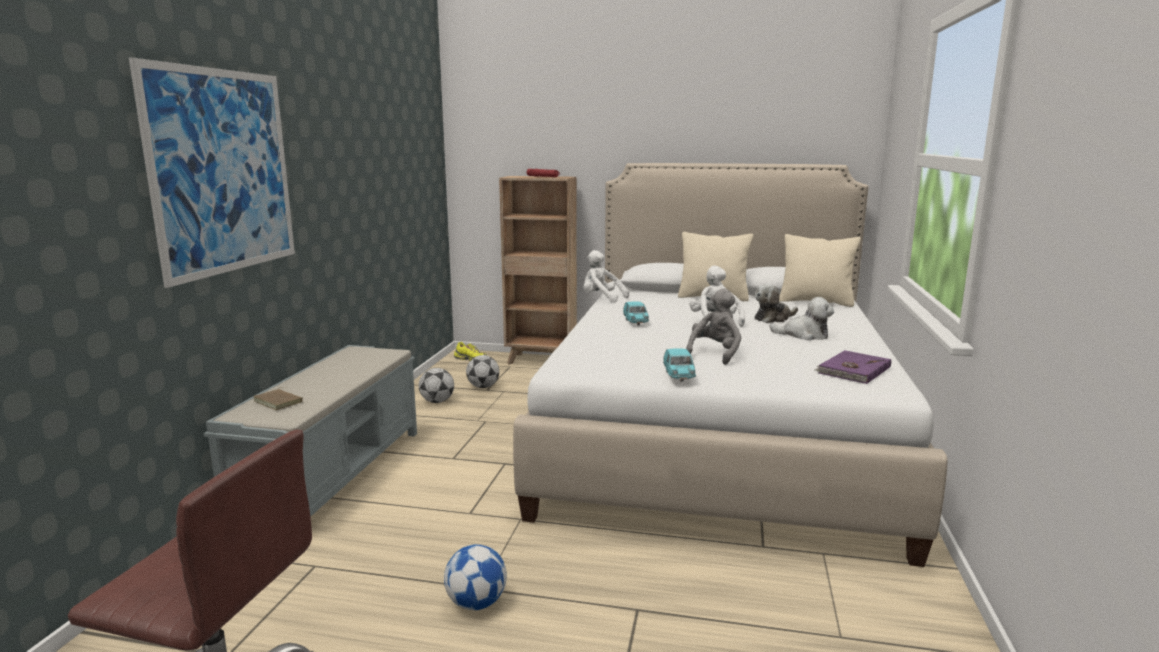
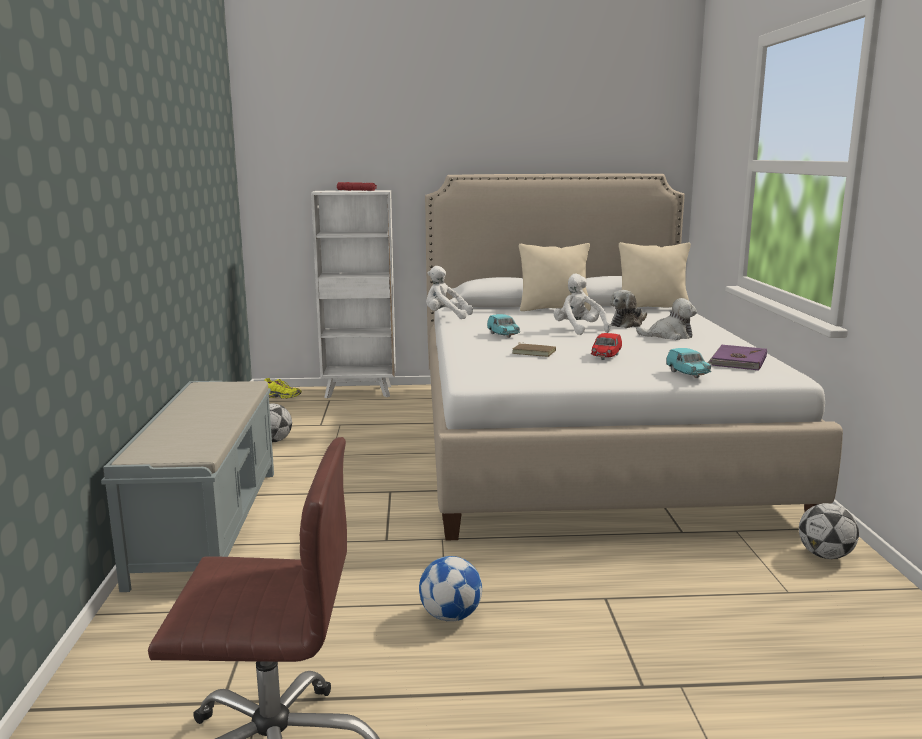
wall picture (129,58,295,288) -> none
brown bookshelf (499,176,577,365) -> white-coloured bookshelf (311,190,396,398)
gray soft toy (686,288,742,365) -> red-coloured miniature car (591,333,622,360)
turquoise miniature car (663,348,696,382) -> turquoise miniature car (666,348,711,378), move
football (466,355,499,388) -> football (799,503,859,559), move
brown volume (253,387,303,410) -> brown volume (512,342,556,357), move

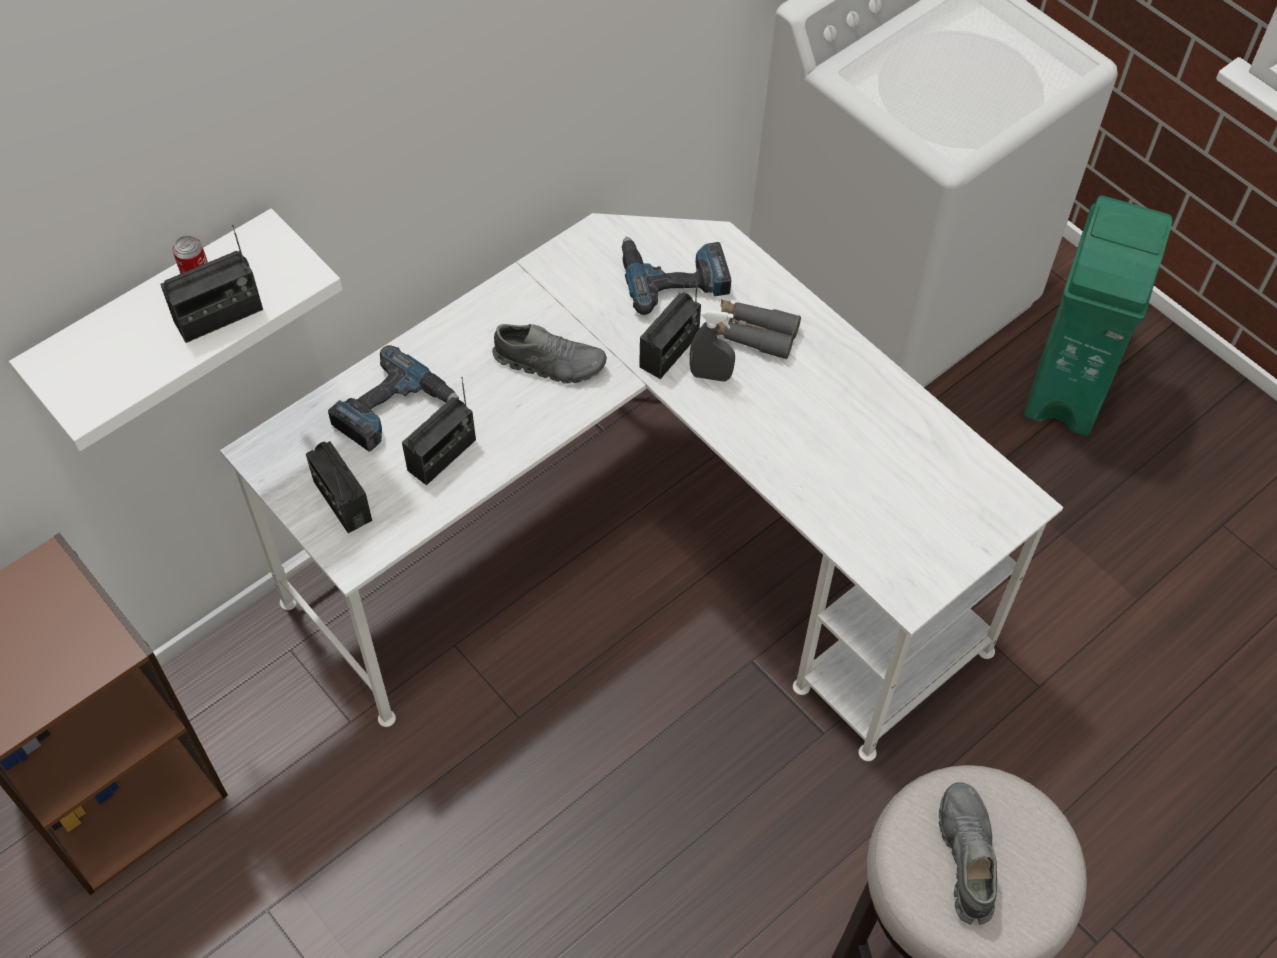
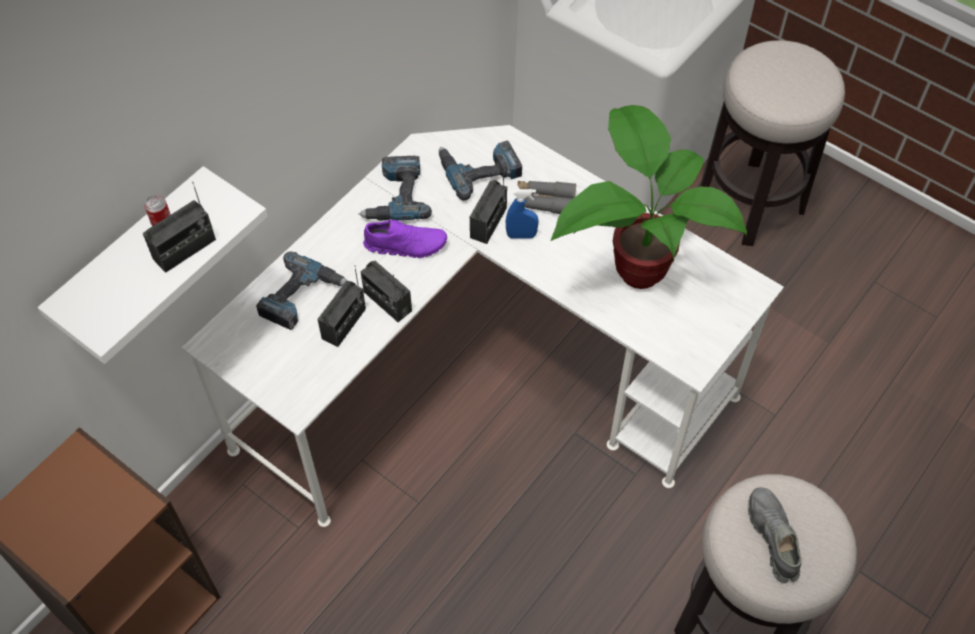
green waste bin (1024,196,1173,436) -> stool (700,40,845,246)
gray spray bottle (689,310,735,381) -> bluish spray bottle (506,189,539,239)
gray item of footwear (492,324,607,384) -> purplish item of footwear (363,220,447,258)
radio (306,441,372,533) -> radio (361,261,412,322), move
none -> plant in a pot (551,105,747,289)
none -> power drill (358,156,432,220)

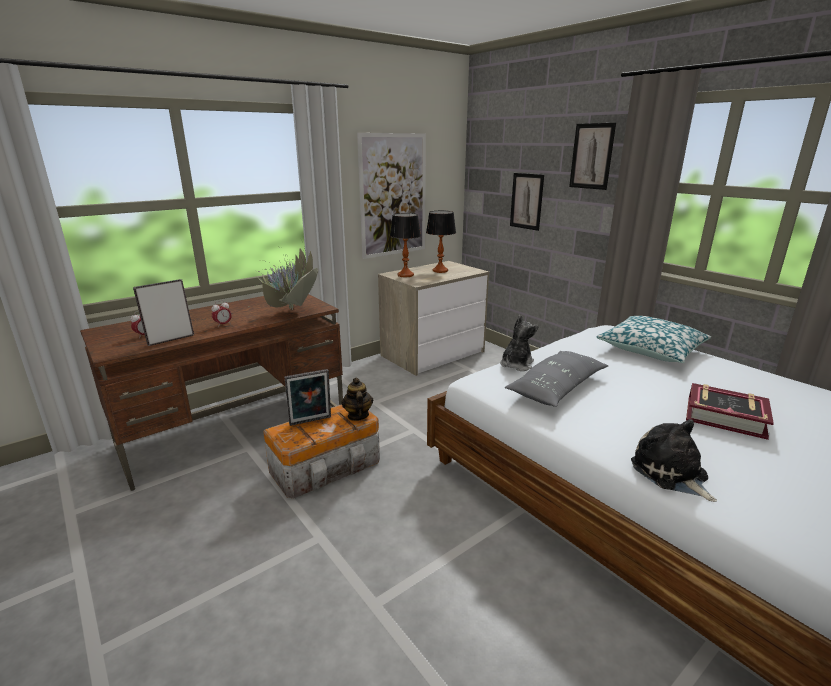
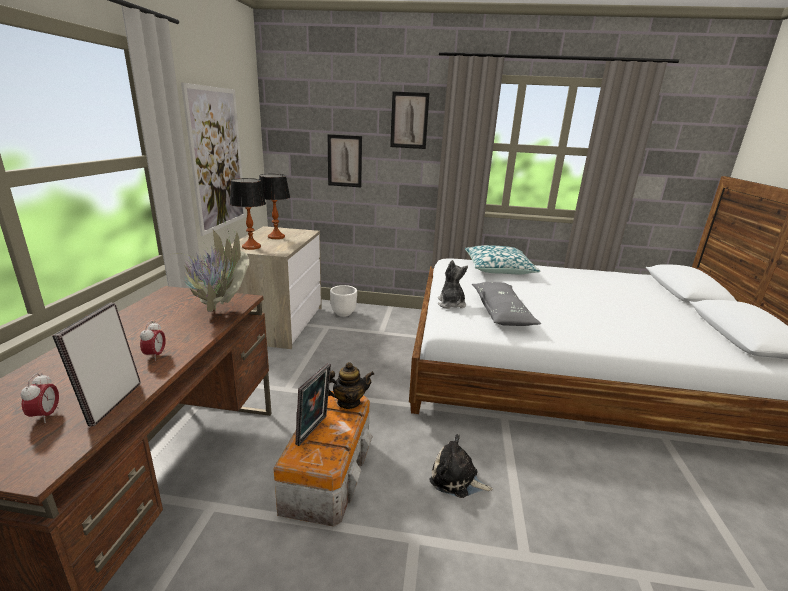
teapot (341,378,373,421) -> teapot (328,362,374,409), 135 degrees clockwise
volume (686,383,774,440) -> none
soft toy (631,419,717,502) -> soft toy (430,434,493,498), move
none -> white-coloured flower pot (330,285,357,317)

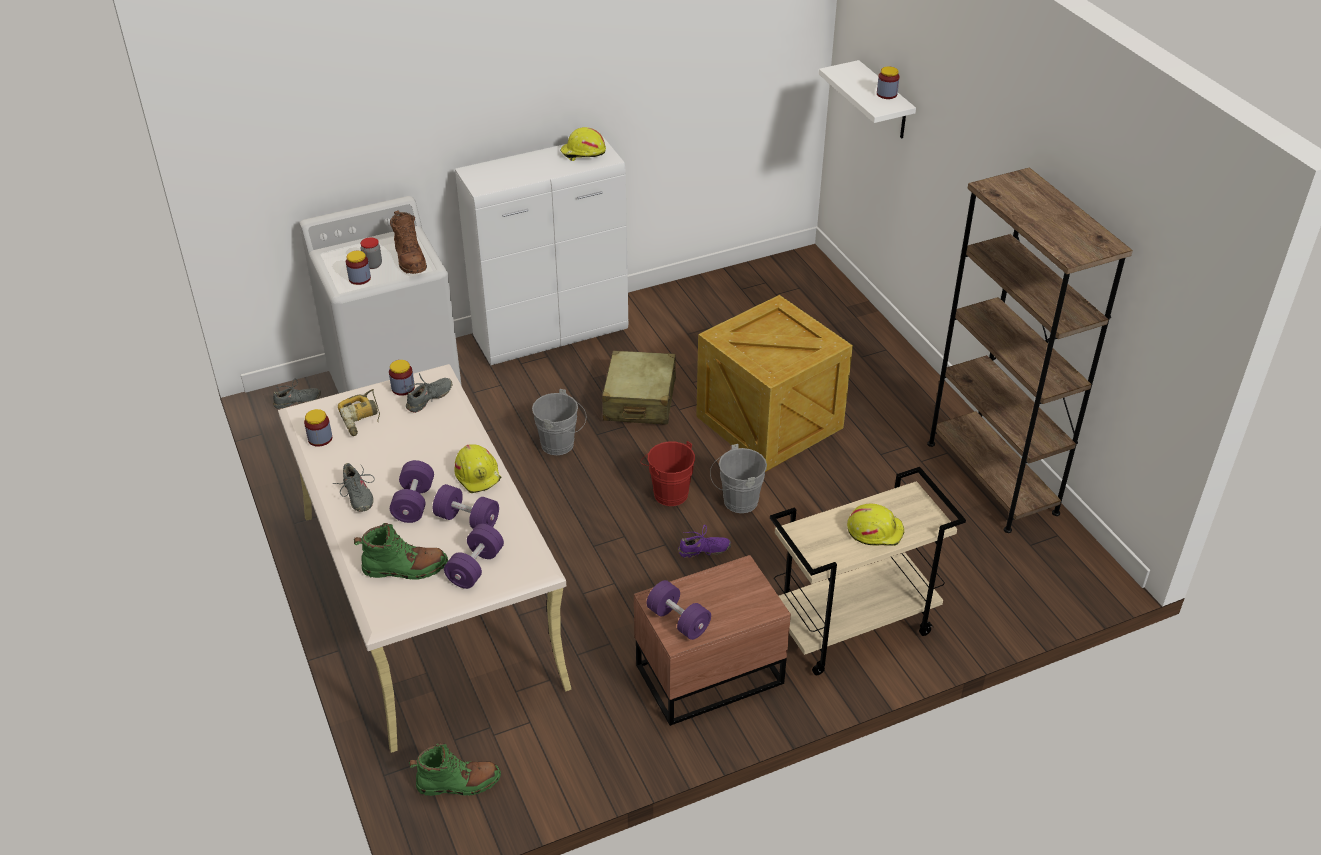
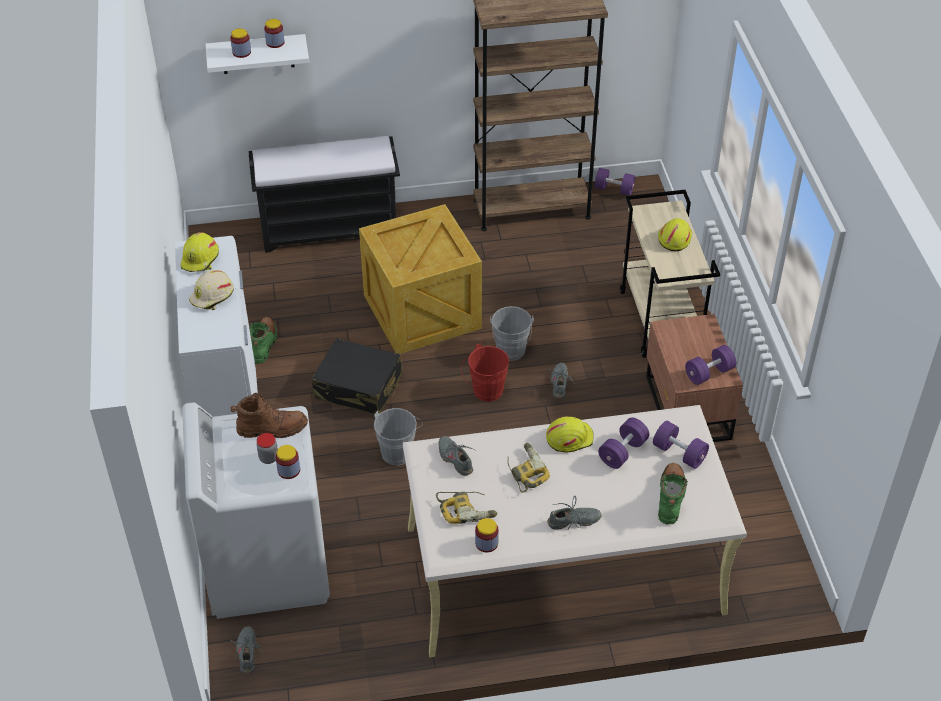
beige travel case (602,351,676,424) -> black travel case (311,338,403,414)
storage jar (389,360,415,396) -> storage jar (230,28,251,58), move
purplish hand weight (390,460,434,523) -> purplish hand weight (595,168,635,196), move
purplish item of footwear (678,524,731,558) -> gray item of footwear (547,363,575,399)
green tall boot (409,743,501,796) -> green tall boot (249,317,277,364), move
none -> black bench (249,136,400,253)
none -> beige work helmet (189,270,234,310)
none -> power drill (508,443,550,493)

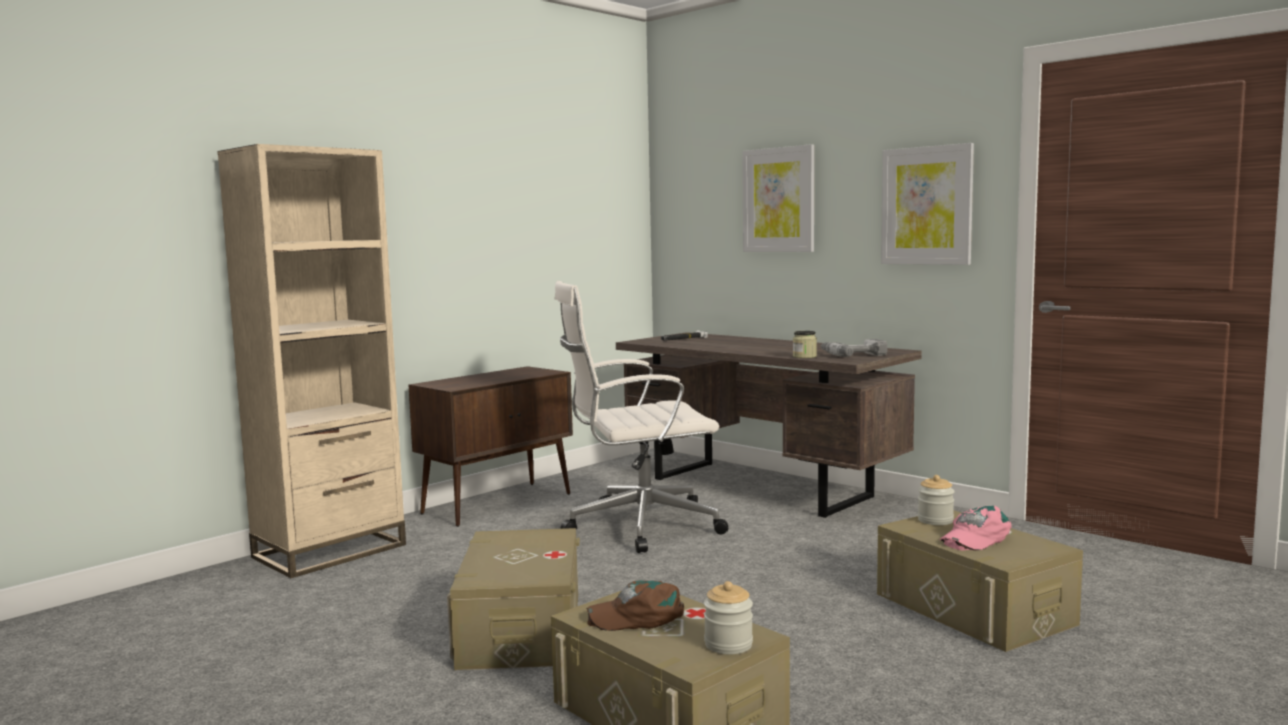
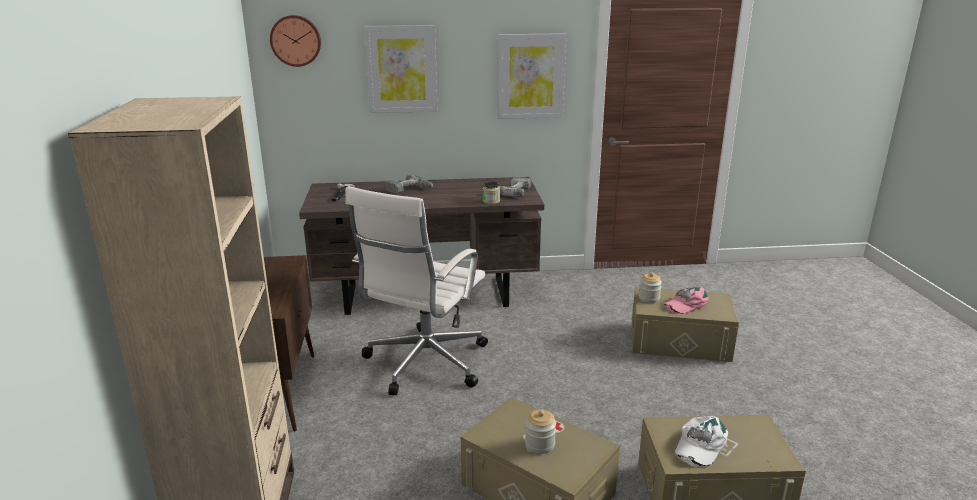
pink baseball cap (940,506,1012,551) -> pink baseball cap (664,287,709,314), 60 degrees clockwise
brown baseball cap (587,580,684,631) -> white-coloured baseball cap (675,416,728,467)
storage jar (704,581,753,654) -> storage jar (525,409,556,454), move
none -> clock on the wall (270,15,321,67)
none -> power drill (385,175,433,194)

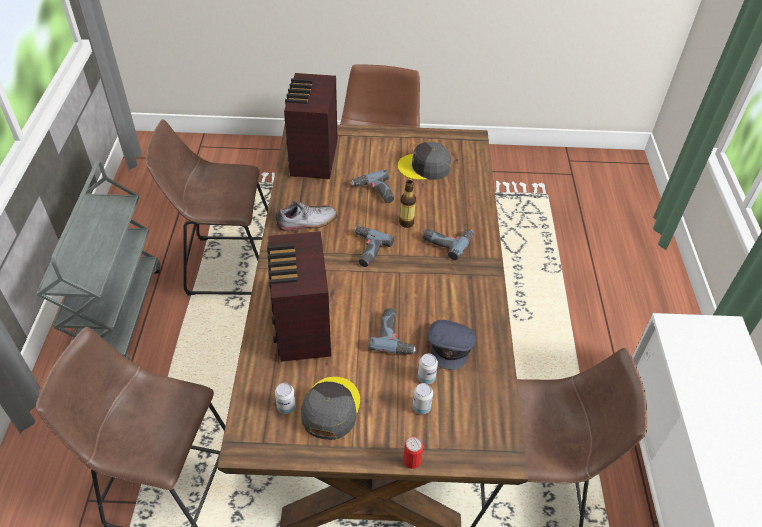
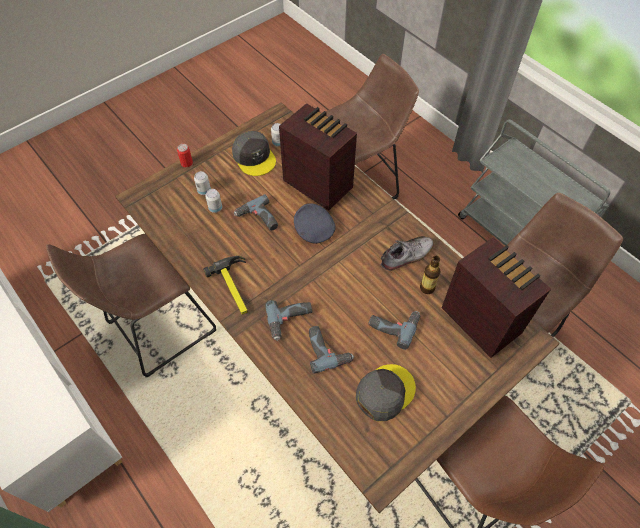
bottle (399,180,416,228) -> bottle (420,256,440,294), move
item of footwear (275,201,337,232) -> item of footwear (380,236,434,271), 150 degrees counterclockwise
power drill (354,226,394,267) -> power drill (309,326,354,374), move
gray baseball cap (428,320,476,370) -> gray baseball cap (294,203,336,244), move
none -> tool hammer (203,256,248,315)

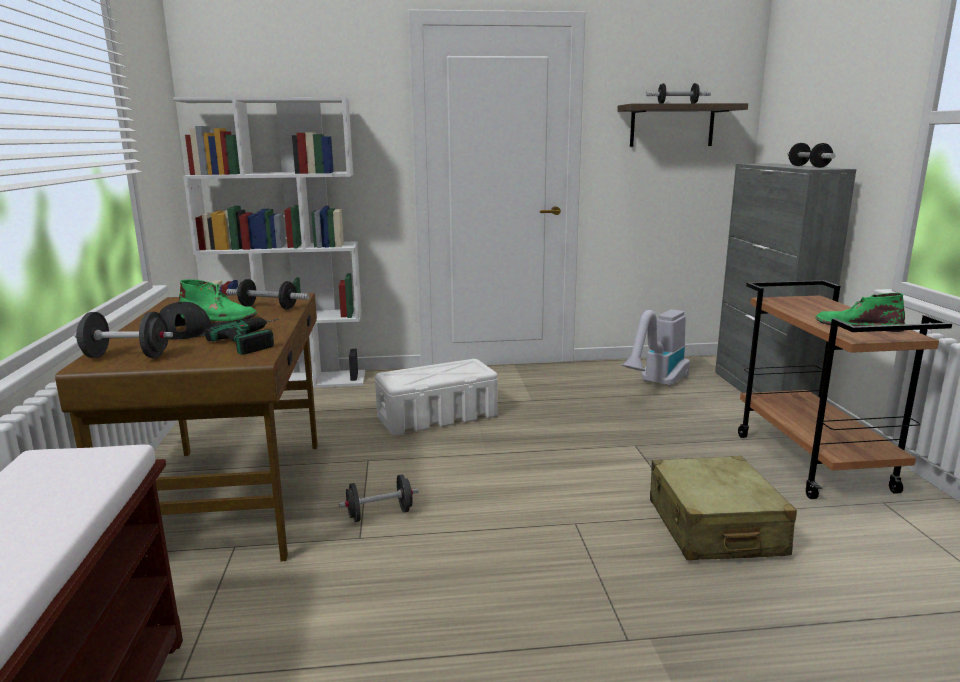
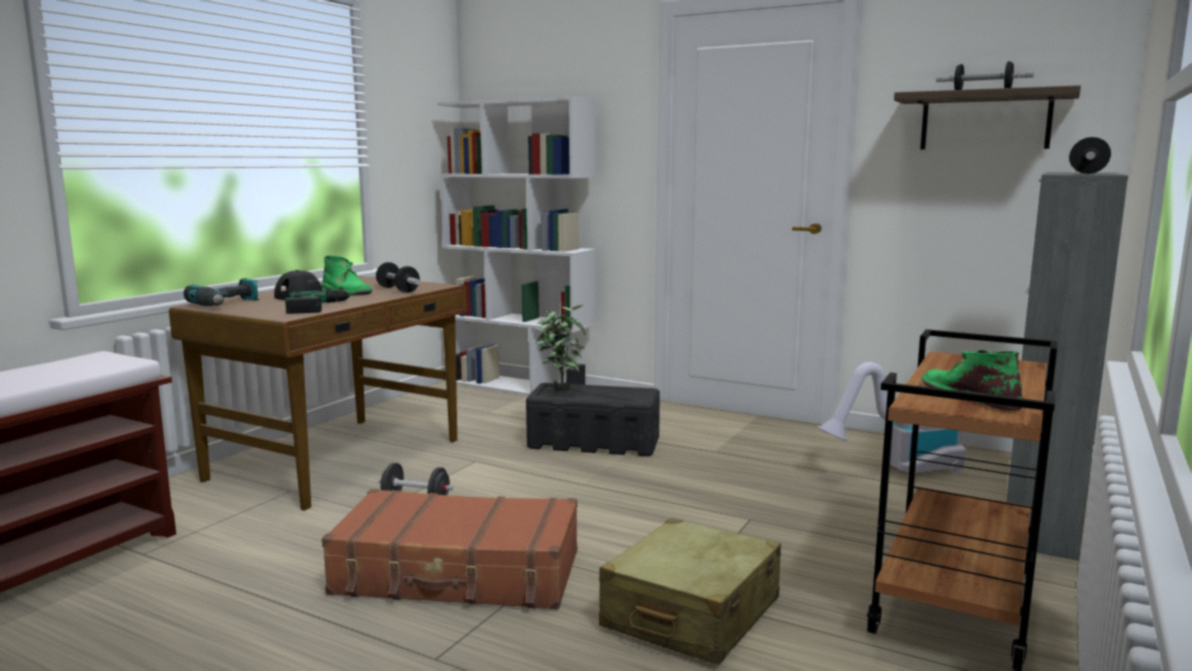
black hand weight (74,312,173,358) -> power drill (184,278,259,306)
white-coloured storage bin (375,359,498,435) -> black storage bin (526,383,660,456)
none -> plant in a pot (536,305,585,392)
none -> brown travel case (322,489,577,609)

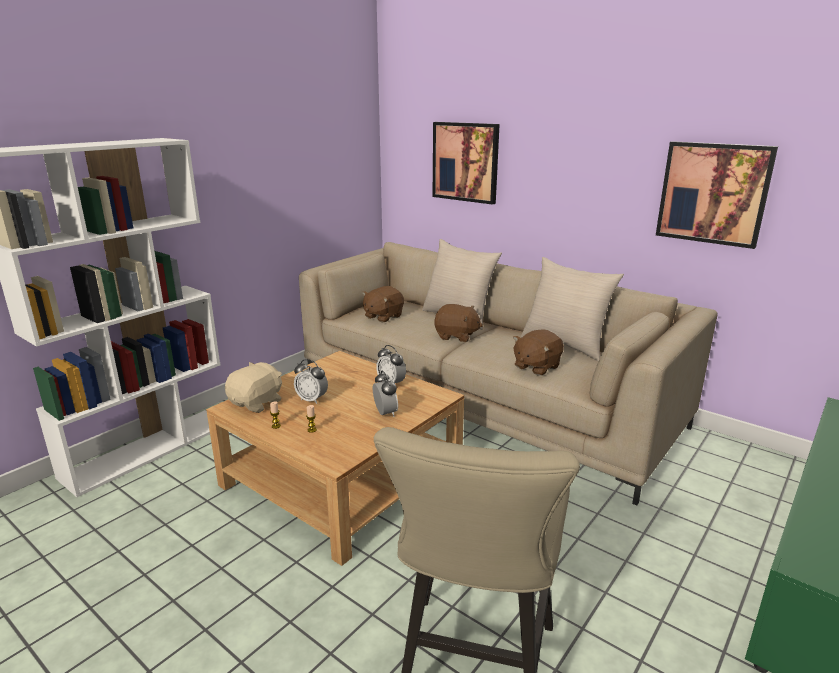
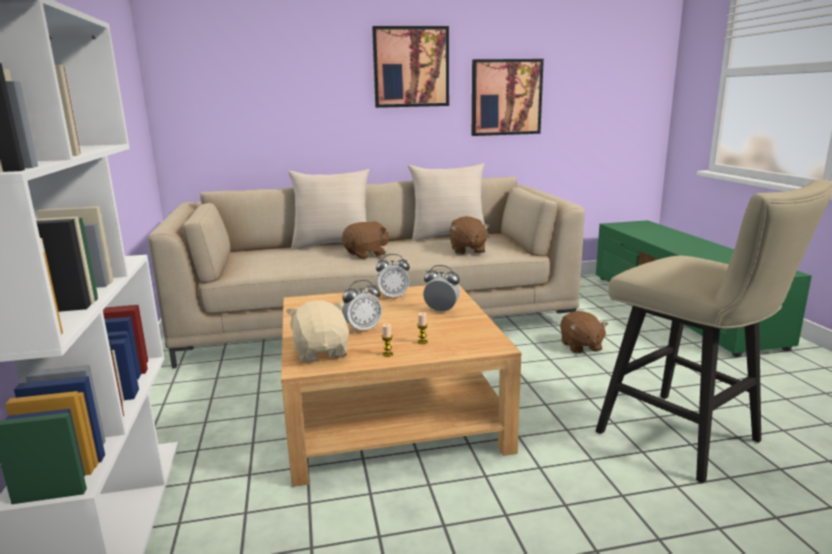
wall picture (433,122,500,205) -> wall picture (372,26,449,108), move
brown soft toy (362,286,404,323) -> brown soft toy (560,311,608,354), move

